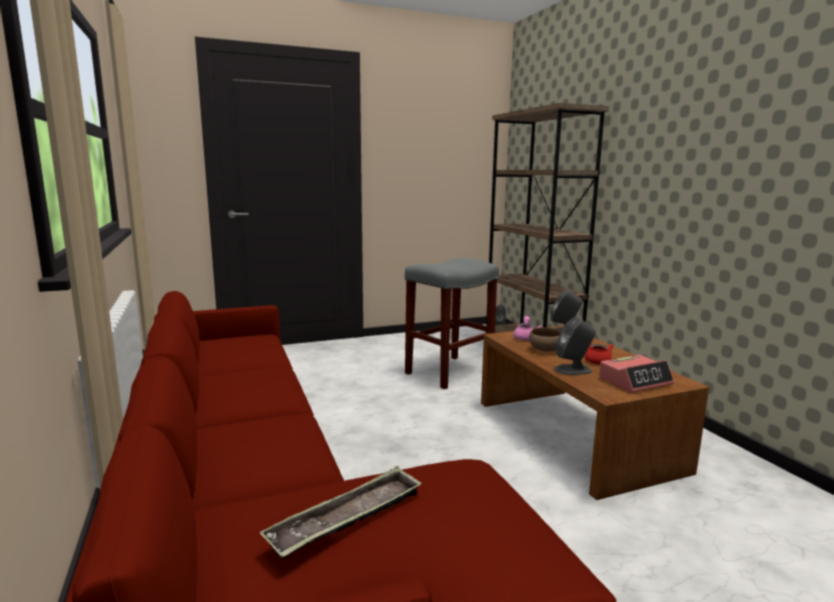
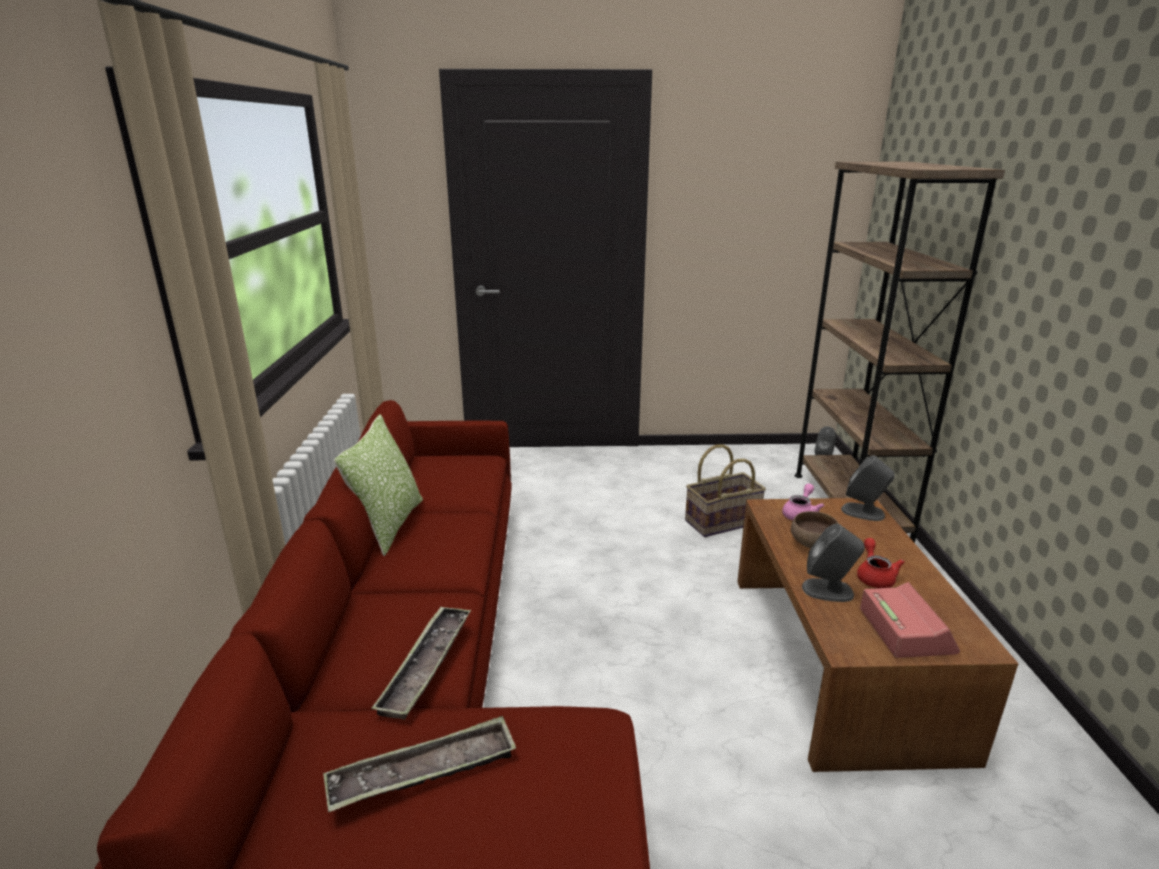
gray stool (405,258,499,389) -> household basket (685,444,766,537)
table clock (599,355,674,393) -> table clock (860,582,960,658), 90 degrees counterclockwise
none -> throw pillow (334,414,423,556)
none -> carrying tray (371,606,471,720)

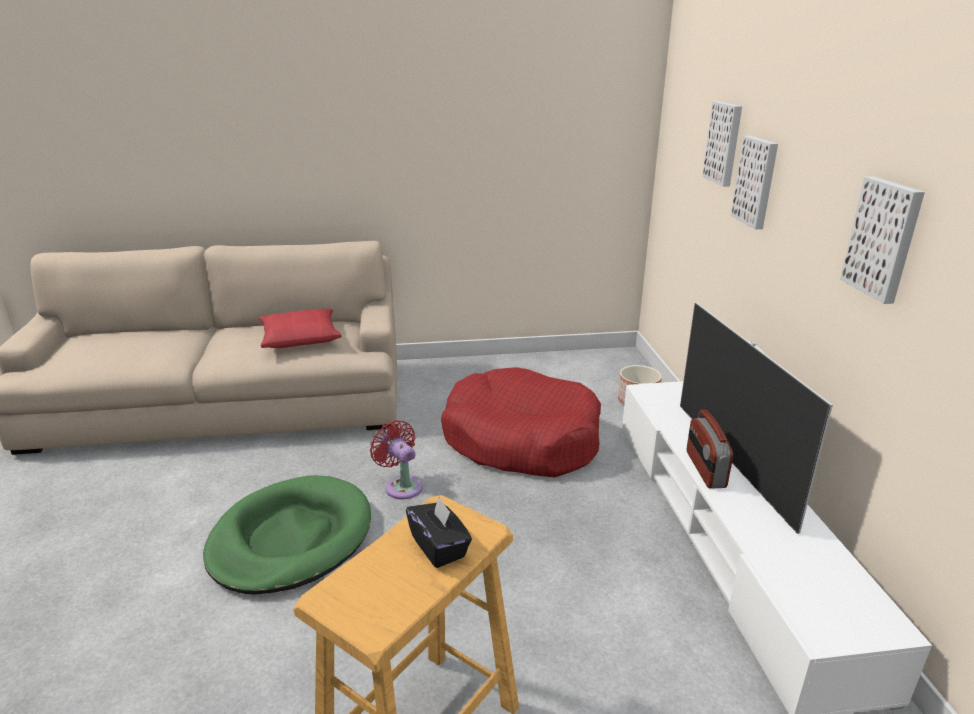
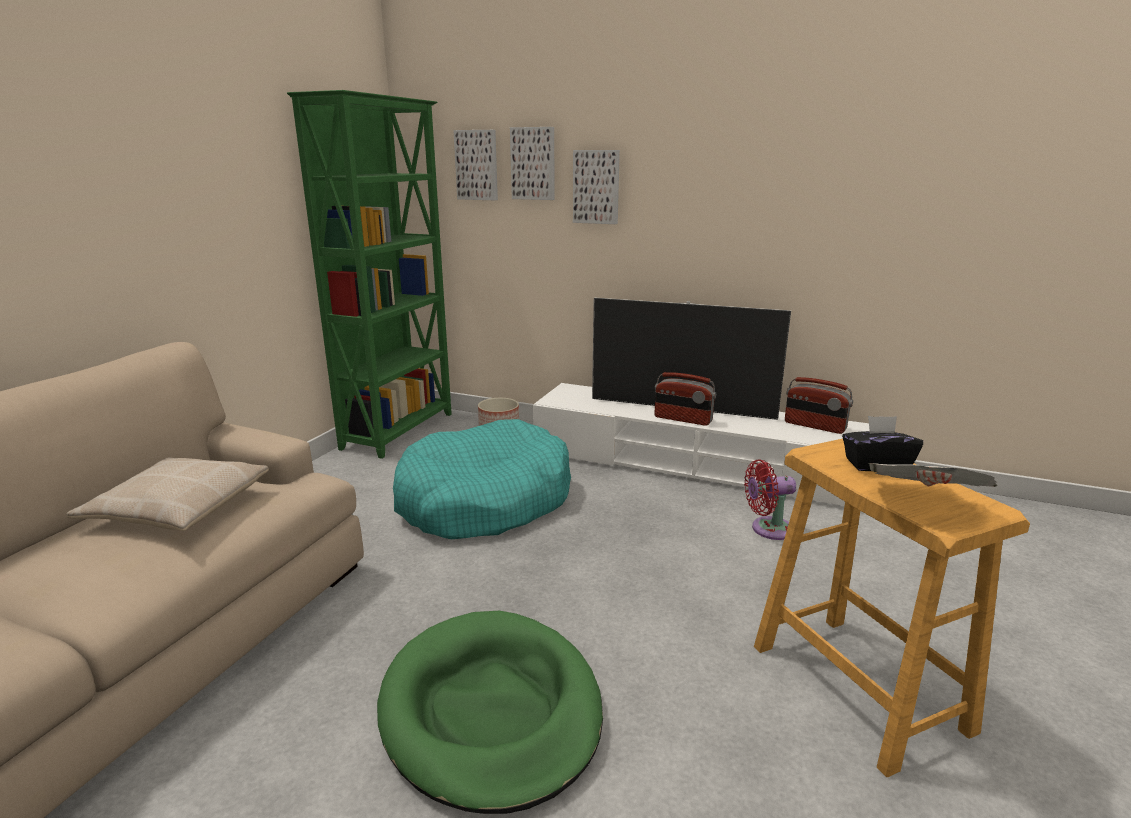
wall picture (840,176,925,304) -> wall picture (453,130,498,200), move
red-coloured throw pillow (259,309,342,348) -> beige throw pillow (66,457,269,531)
red-coloured dog cushion (441,367,601,477) -> turquoise dog cushion (393,419,571,539)
red-coloured fan (370,420,423,499) -> red-coloured fan (744,459,796,540), move
none -> green bookshelf (287,90,452,459)
none -> radio (785,377,853,434)
none -> printed paper (869,463,998,487)

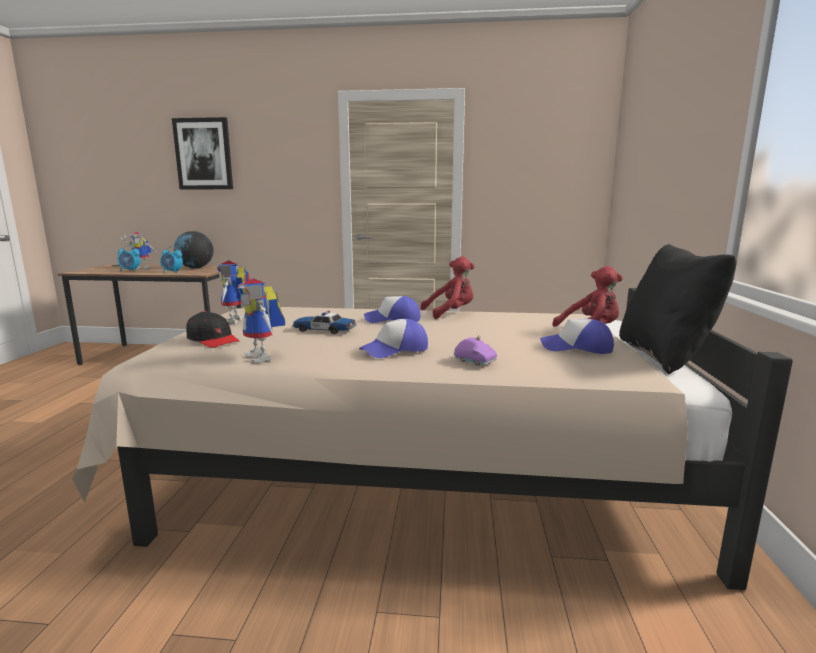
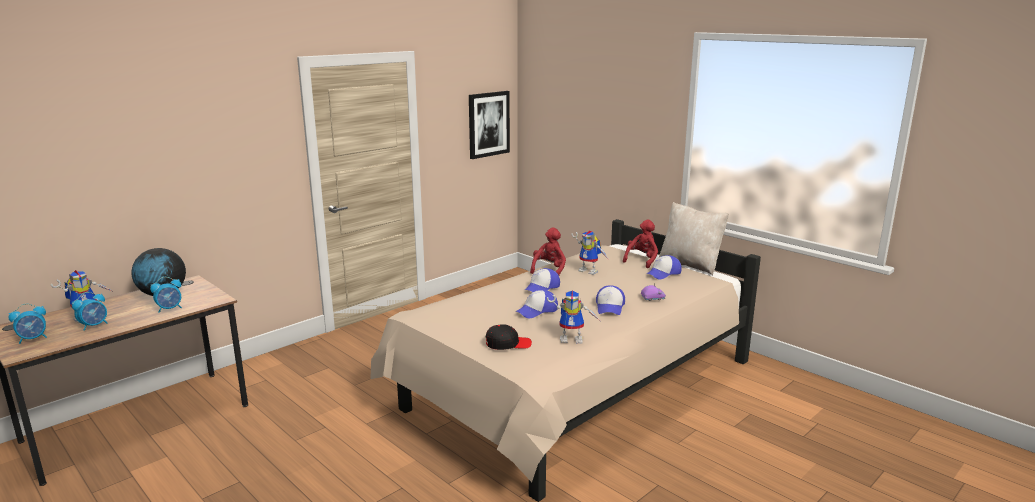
wall picture (172,117,233,189) -> wall picture (469,91,510,159), move
black throw pillow (619,244,737,374) -> beige throw pillow (659,202,729,275)
robot figure (217,260,250,325) -> robot figure (572,230,609,275), move
miniature car (292,311,357,334) -> baseball cap (515,290,558,318)
none -> table clock (9,304,47,344)

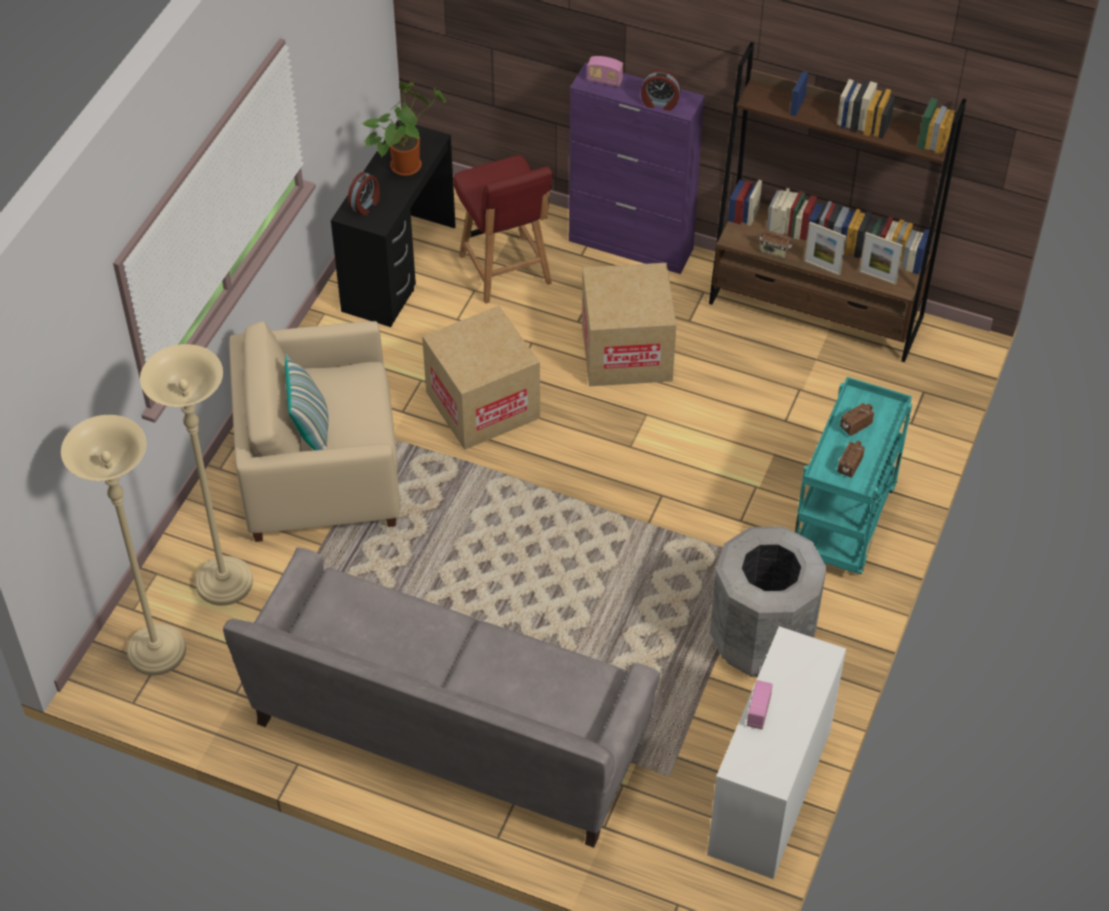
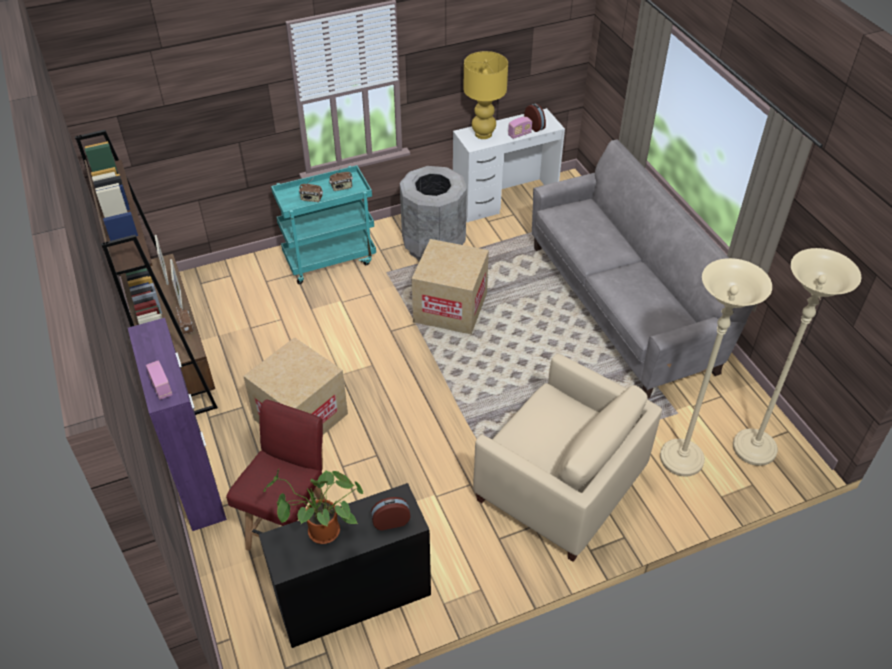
table clock (641,70,681,111) -> table clock (524,103,546,132), move
carton (422,306,540,450) -> carton (412,239,489,334), move
throw pillow (285,354,329,450) -> none
none -> yellow-coloured lamp for a table (463,51,508,139)

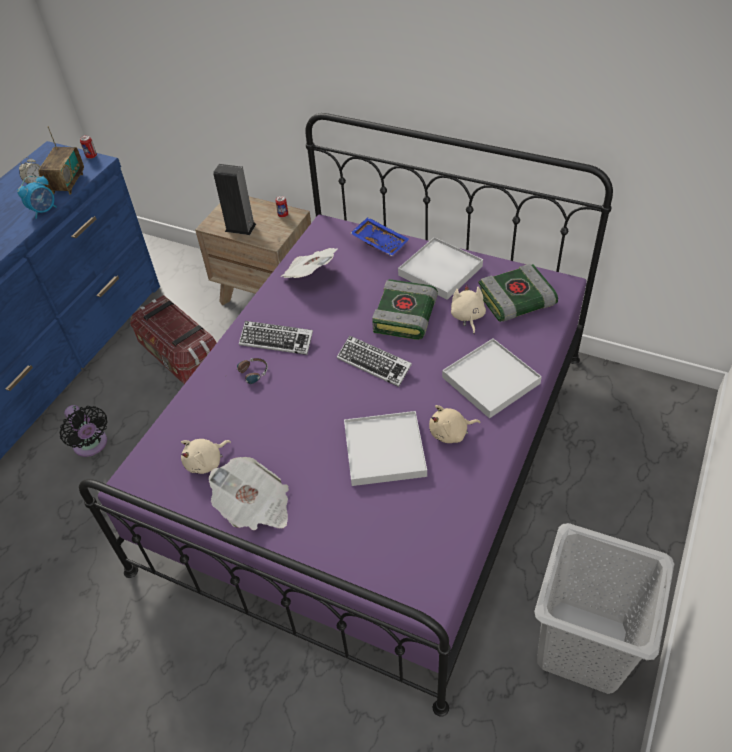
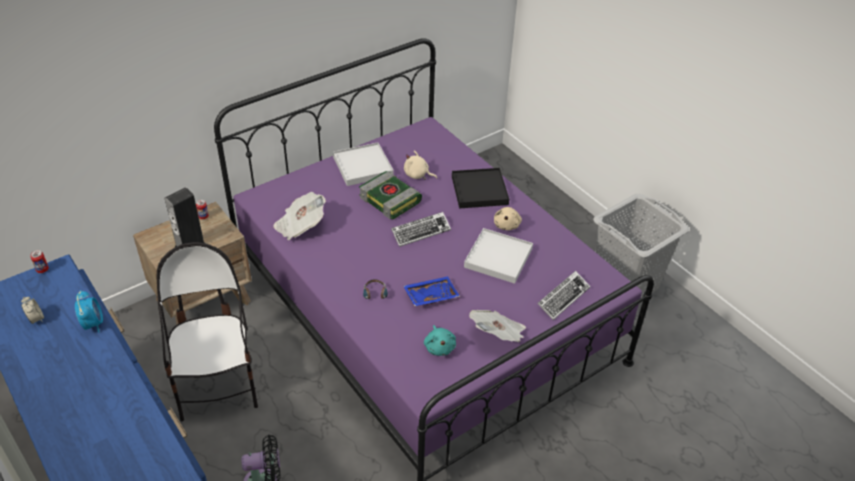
radio (39,126,84,195) -> none
bluish carrying tray (351,217,409,256) -> bluish carrying tray (403,276,460,306), move
volume (478,264,558,322) -> none
storage bin (130,295,217,384) -> upright chair (156,242,258,421)
computer keyboard (239,321,313,355) -> computer keyboard (537,271,590,320), move
white-coloured carrying tray (442,338,542,419) -> black carrying tray (452,168,509,208)
beige soft toy (181,439,231,474) -> turquoise soft toy (424,325,456,356)

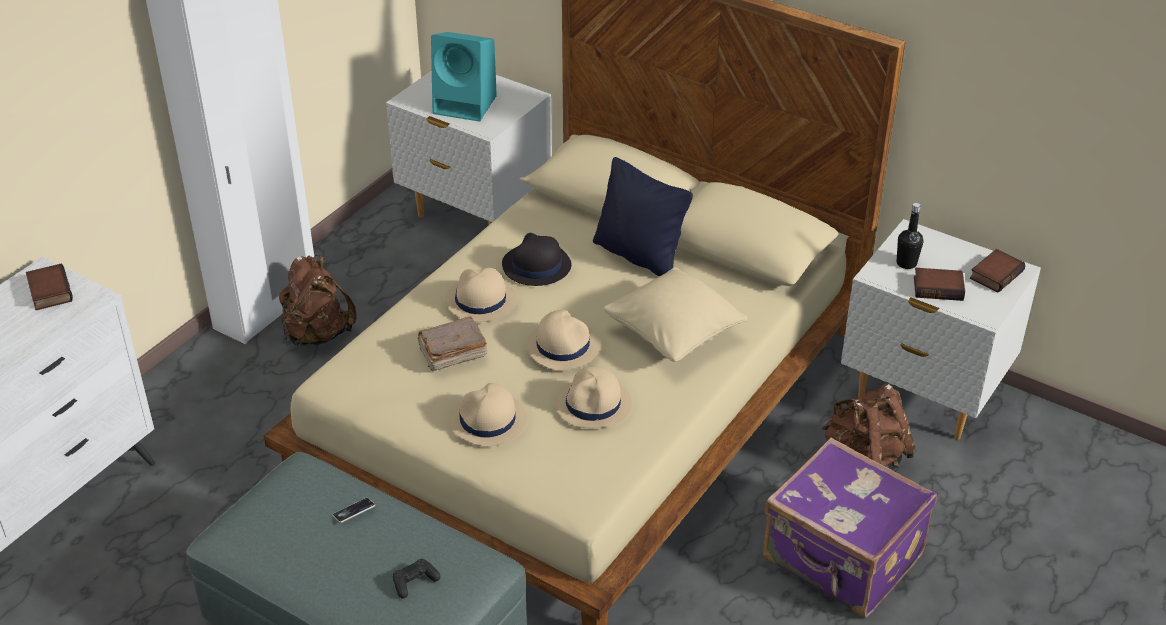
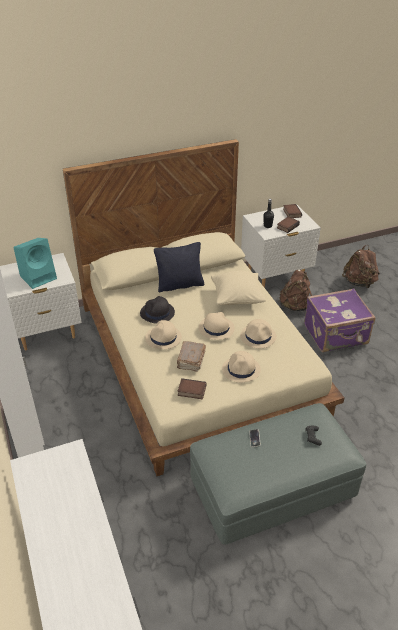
brown backpack (279,255,356,346) -> brown backpack (342,245,380,288), move
volume (26,263,73,310) -> volume (177,378,207,399), move

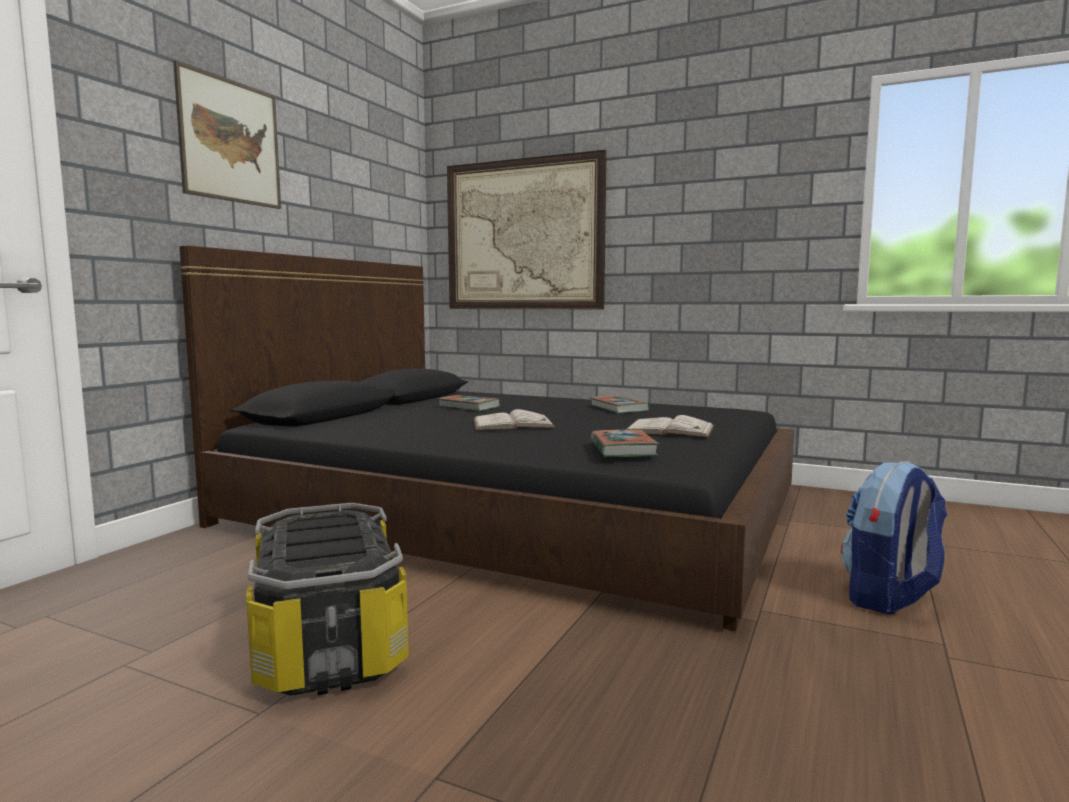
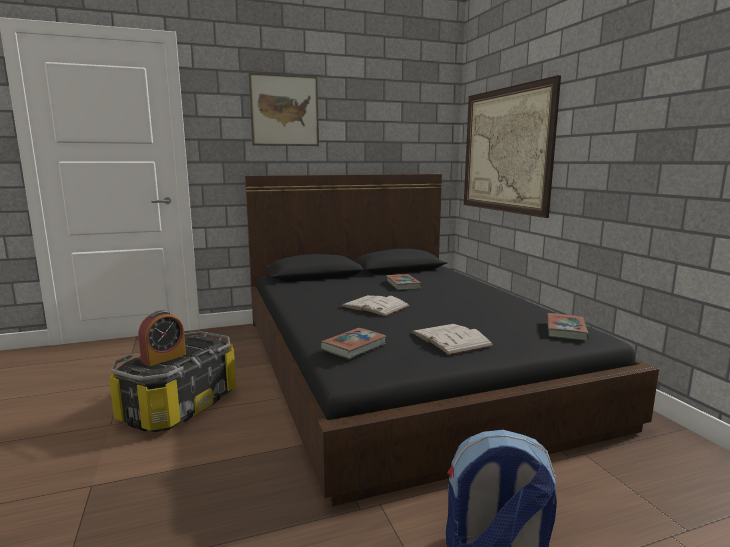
volume (590,396,650,413) -> volume (547,313,589,340), move
none -> table clock (138,310,186,367)

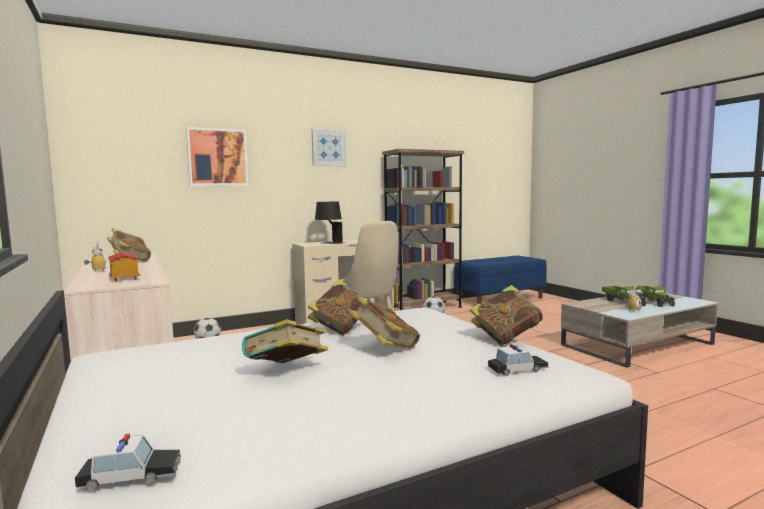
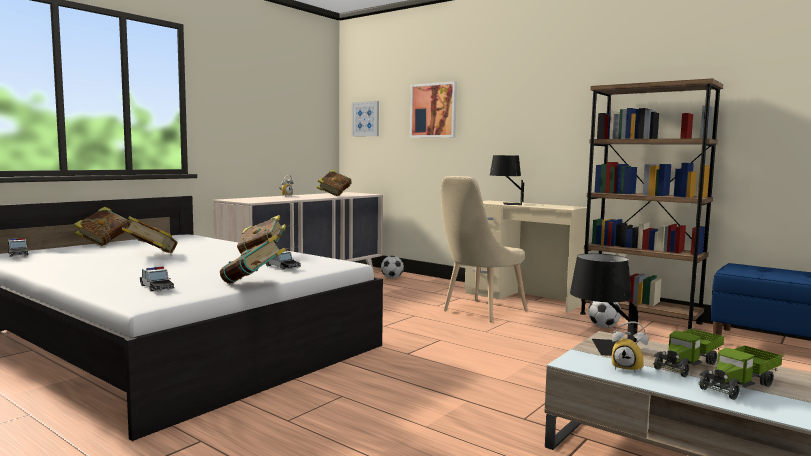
wall picture (312,129,347,166) -> wall picture (352,101,379,137), move
toy house (108,252,140,282) -> none
volume (349,296,420,349) -> volume (74,206,130,246), move
none -> miniature car (265,250,301,270)
none -> black lamp for a table (570,253,639,356)

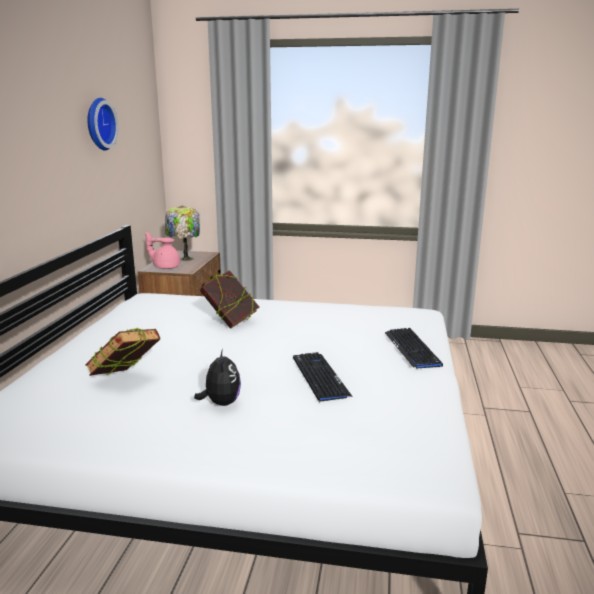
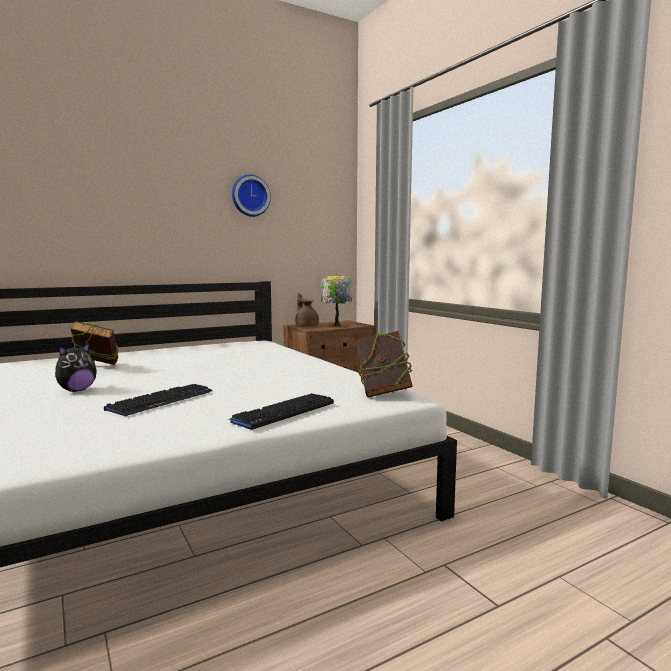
pink teapot (145,232,180,269) -> brown teapot (295,293,319,327)
volume (200,270,259,329) -> volume (356,331,413,397), move

